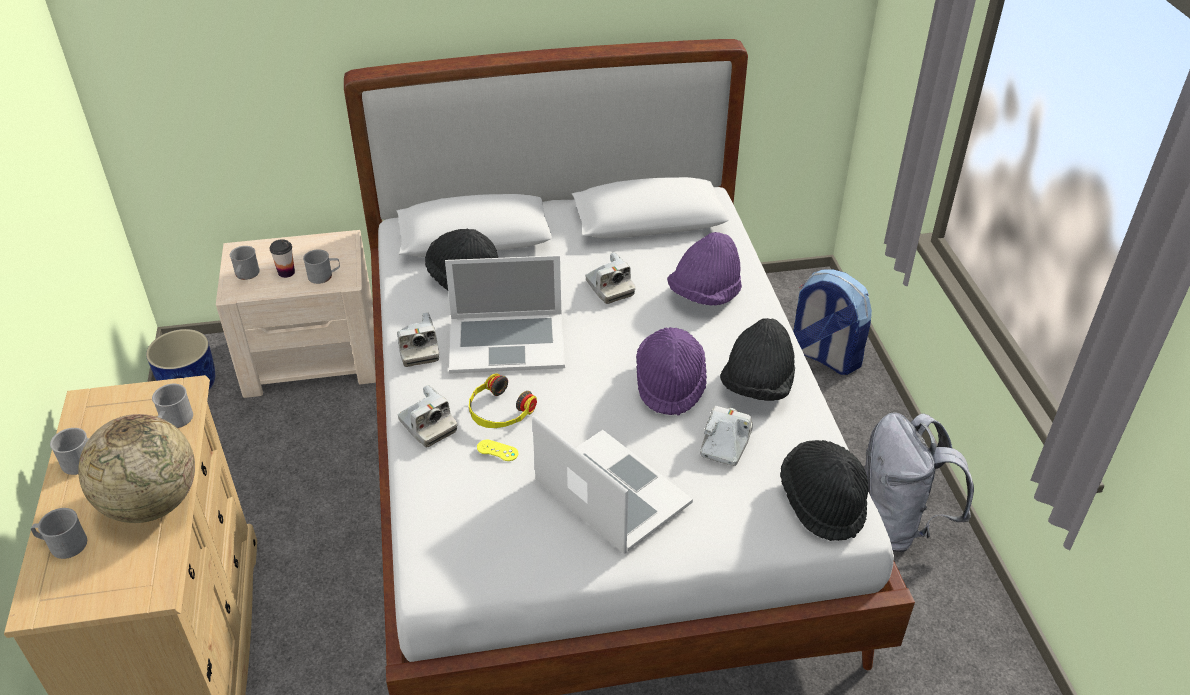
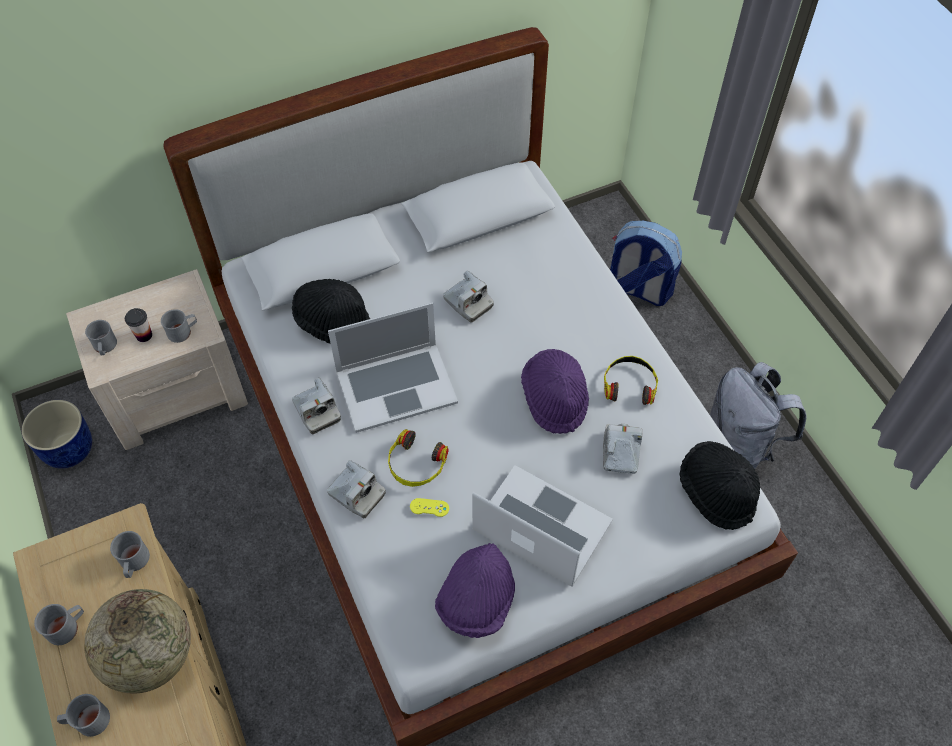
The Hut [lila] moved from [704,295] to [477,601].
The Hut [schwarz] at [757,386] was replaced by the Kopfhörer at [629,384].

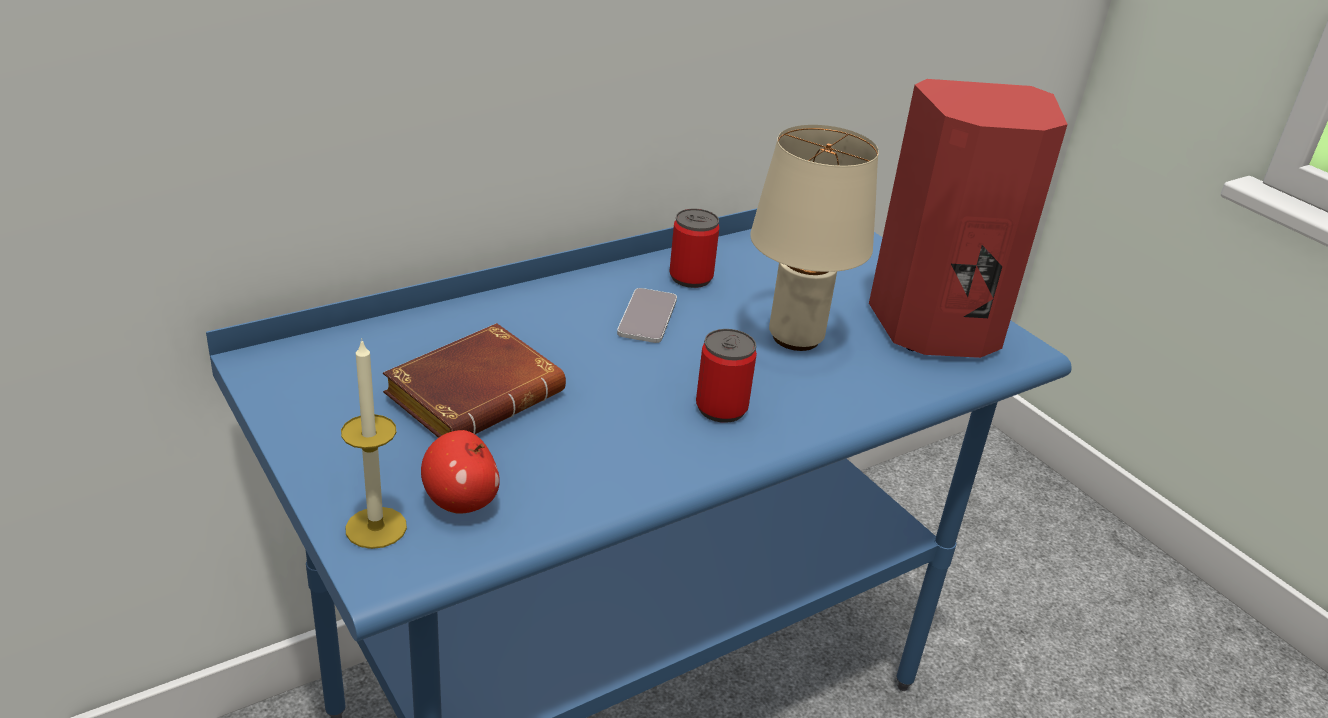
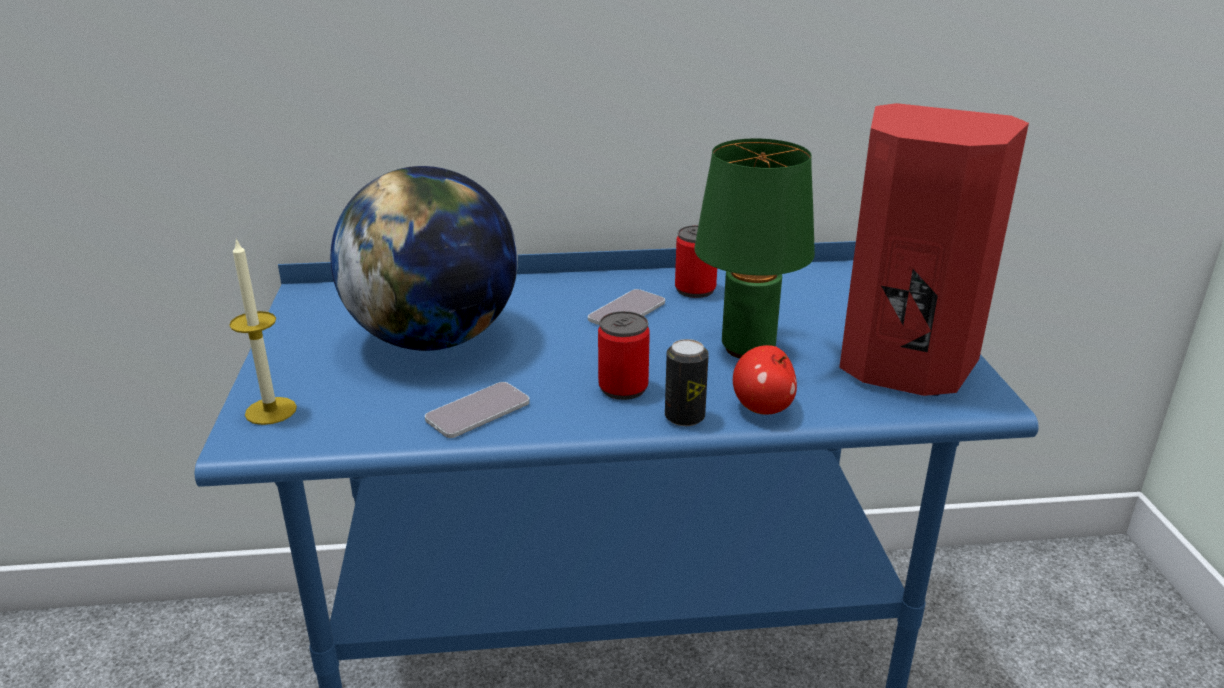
The Buch [braun] at [476,393] was replaced by the Globus at [434,339].
The Handy at [478,411] appeared.
The Dose at [684,417] appeared.
The Tischlampe [beige] at [797,338] became the Tischlampe [grün] at [748,349].
The Apfel moved from [461,502] to [762,407].

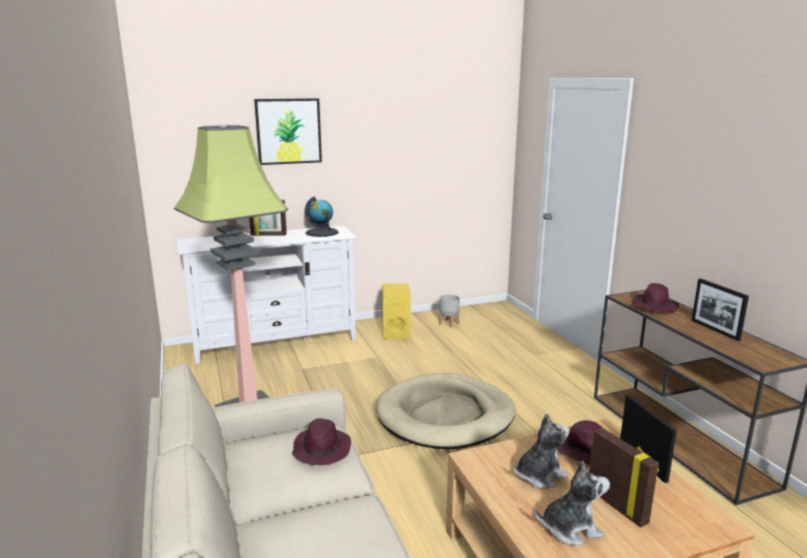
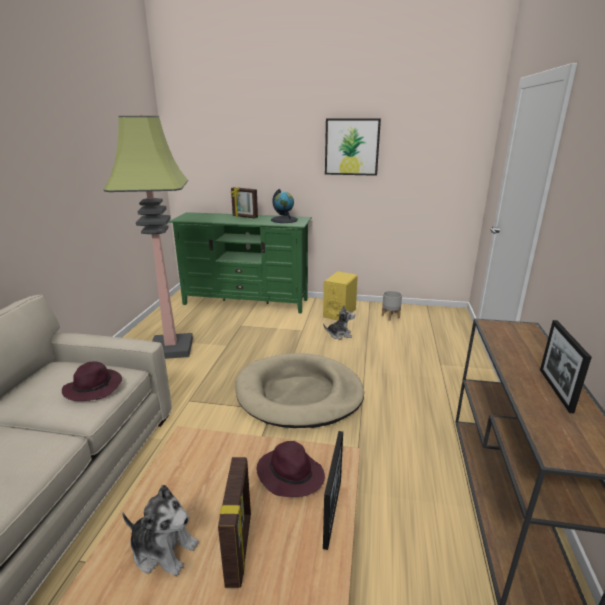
The Fernsehschrank [weiß] at [275,342] became the Fernsehschrank [grün] at [246,301].
The Plüschtier moved from [539,476] to [339,334].
The Bild moved from [288,131] to [352,147].
The Hut [lila] at [654,306] disappeared.

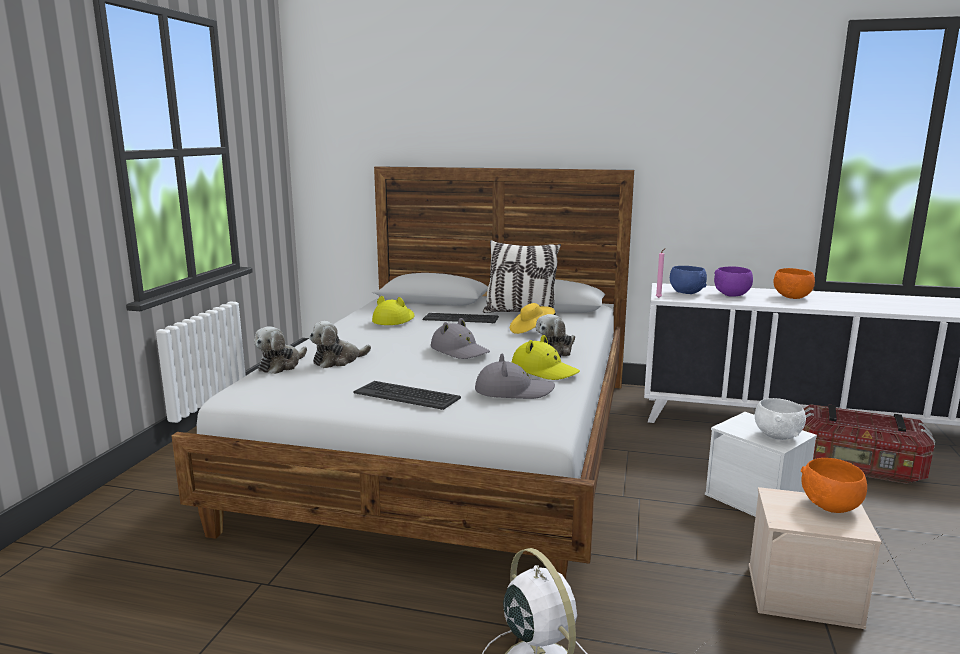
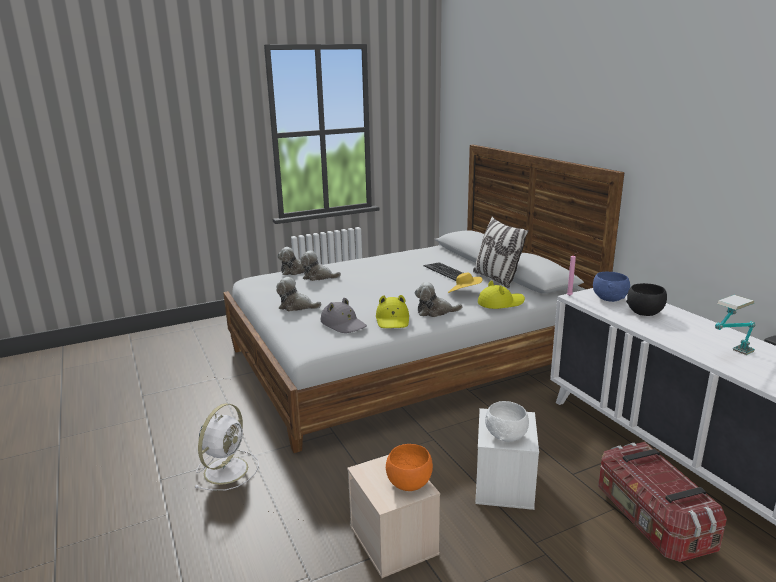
The Tastatur at [407,396] was replaced by the Plüschtier at [296,306].
The Hut [gelb] moved from [394,320] to [500,303].
The Schüssel [lila] at [732,295] became the Schüssel [schwarz] at [644,313].
The Tischlampe at [730,356] appeared.
The Hut [grau] at [460,350] disappeared.
The Schüssel [orange] at [792,297] disappeared.

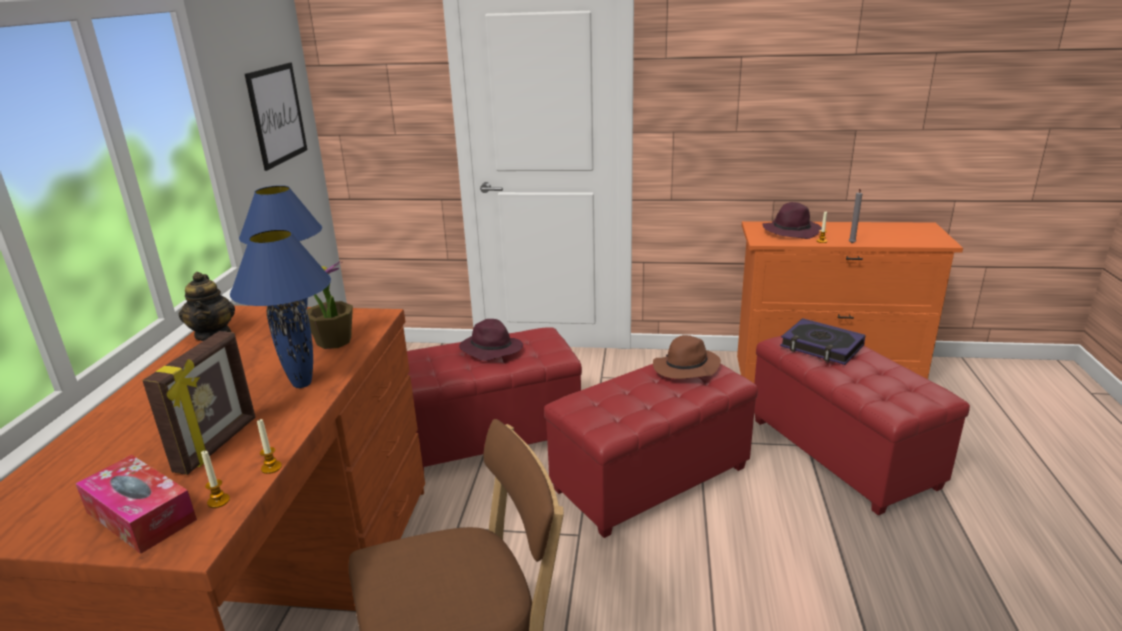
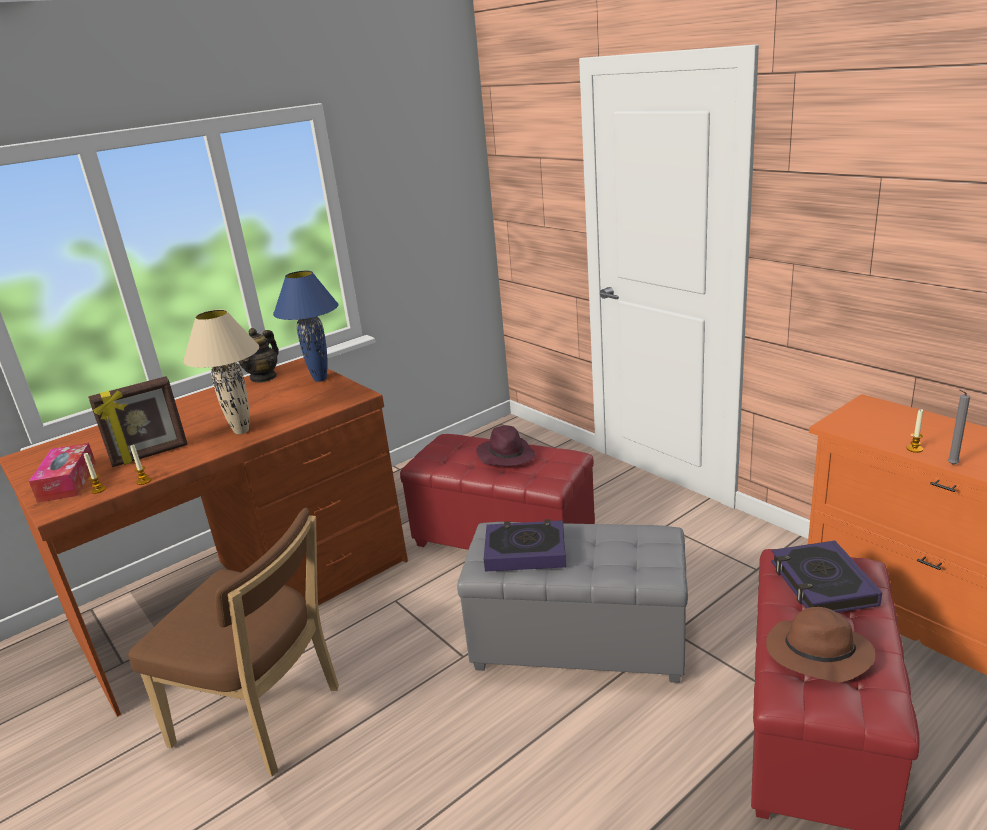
The Tischlampe [blau] at [301,384] became the Tischlampe [beige] at [241,431].
The Polsterhocker [rot] at [649,479] became the Polsterhocker [grau] at [579,643].
The Buch at [525,551] appeared.
The Hut [braun] moved from [685,368] to [816,654].
The Bild at [277,115] disappeared.
The Topfpflanze at [334,341] disappeared.
The Hut [lila] at [791,231] disappeared.

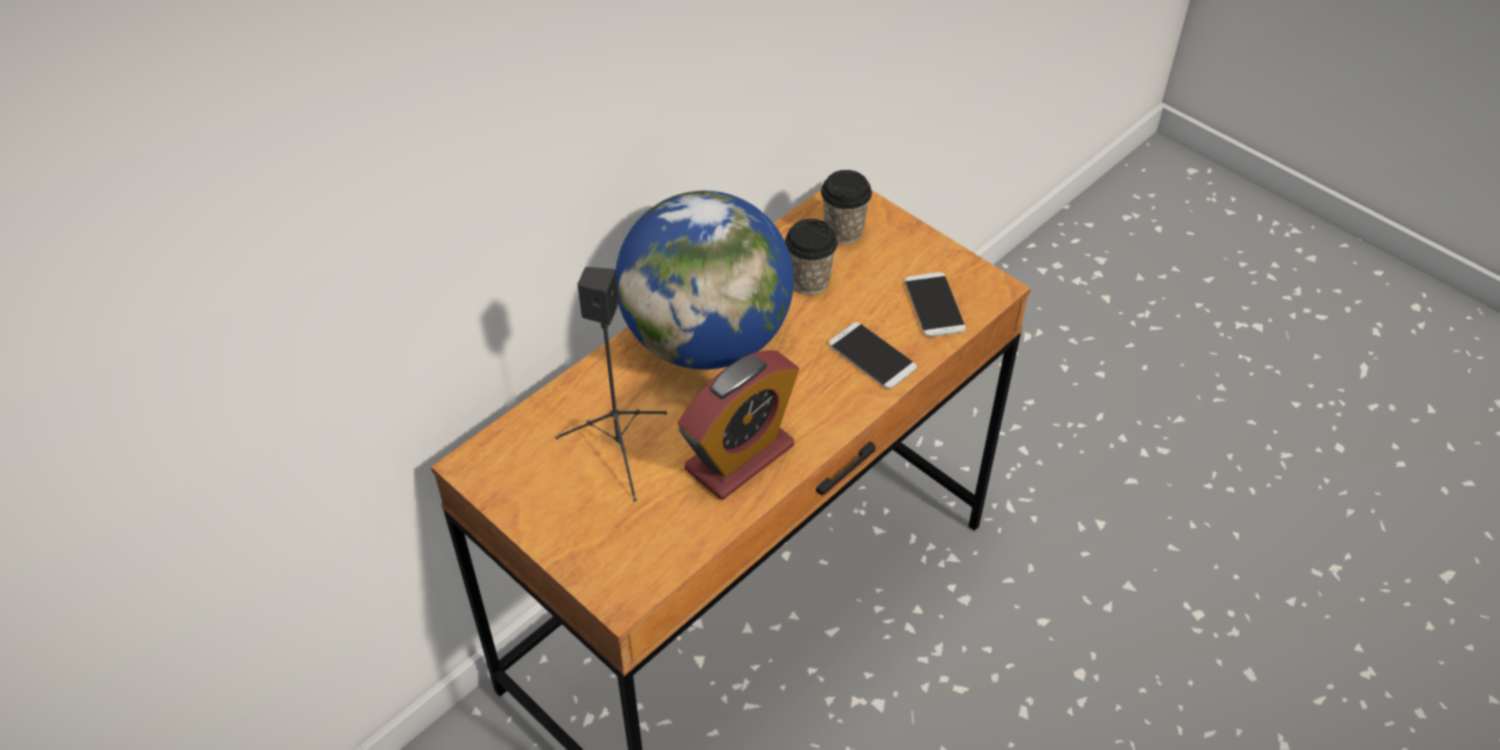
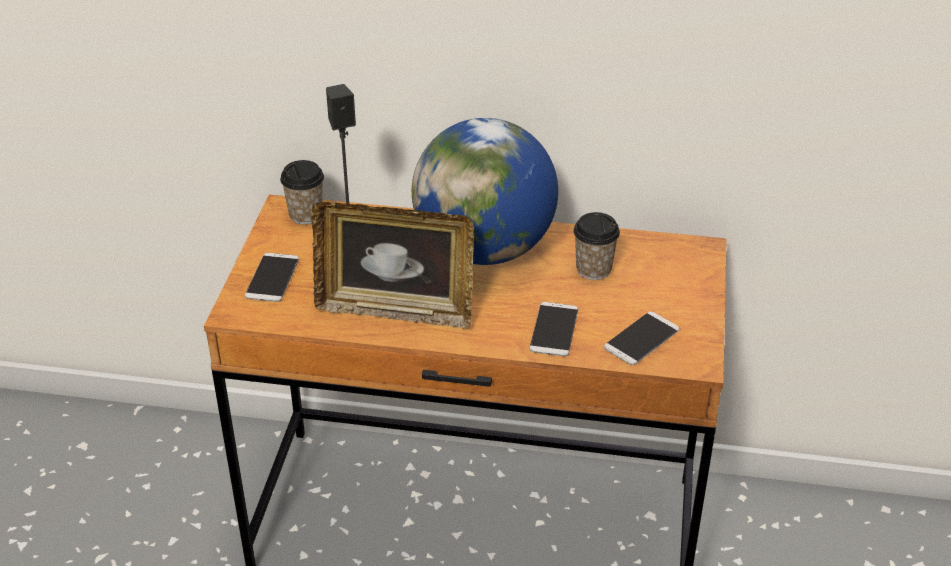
The Handy at [272,278] appeared.
The Tasse moved from [843,231] to [306,215].
The Wecker at [739,457] was replaced by the Bilderrahmen at [395,310].

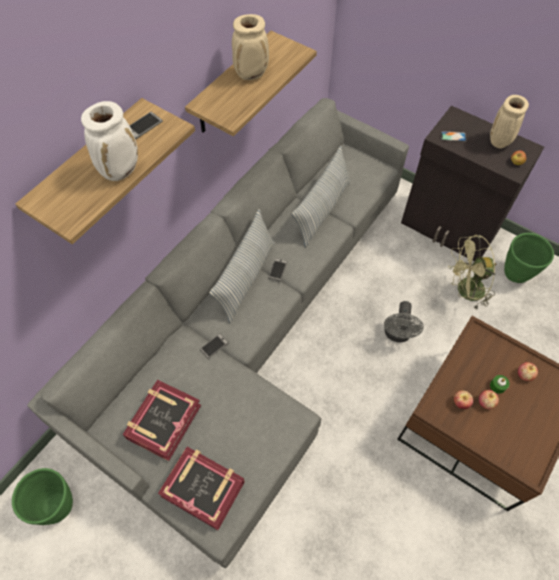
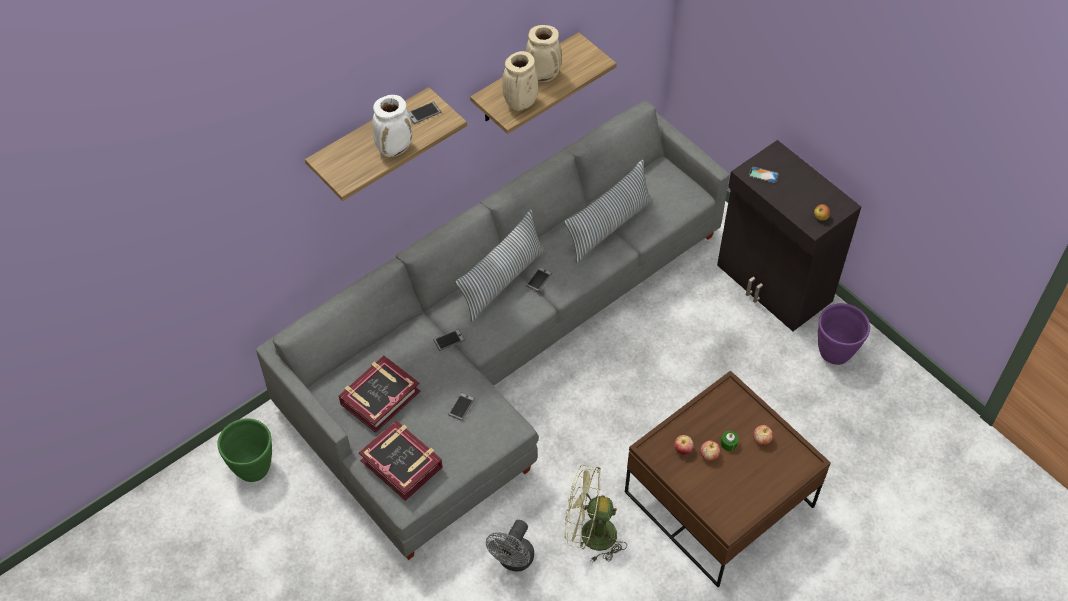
The Handy at [461,406] appeared.
The Ventilator [grau] moved from [397,335] to [513,561].
The Vase [beige] moved from [499,143] to [520,104].
The Ventilator [grün] moved from [465,291] to [589,535].
The Pflanzkübel [grün] at [516,274] became the Pflanzkübel [lila] at [835,353].

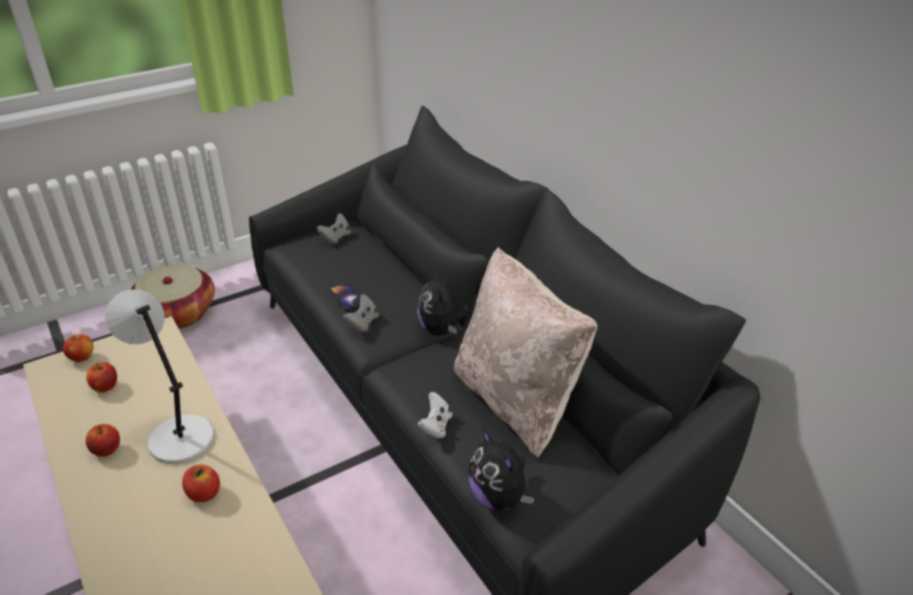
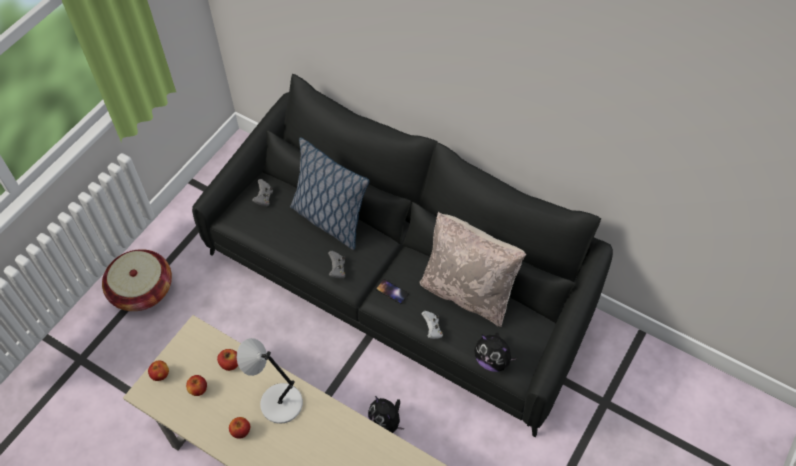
The Apfel moved from [204,494] to [230,364].
The Kissen at [329,219] appeared.
The Plüschtier moved from [441,329] to [386,422].
The Handy moved from [346,297] to [392,291].

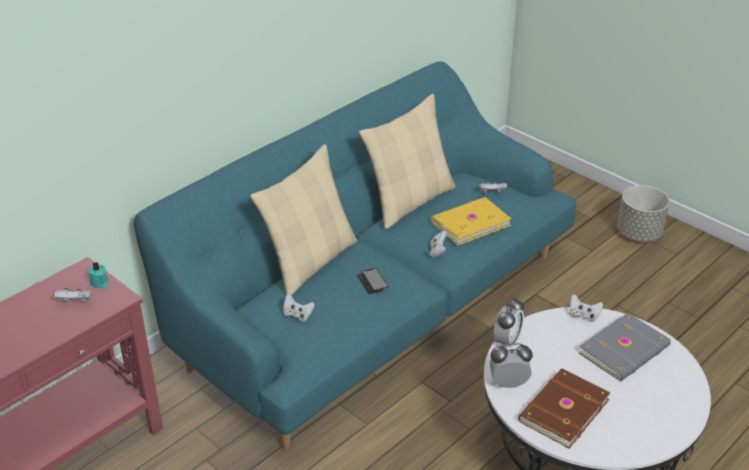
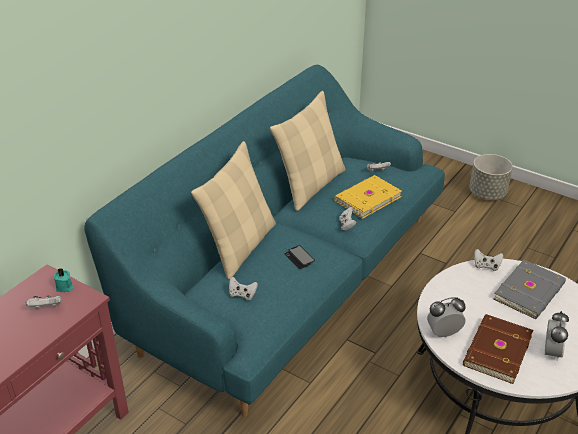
The Wecker moved from [507,341] to [551,352].

